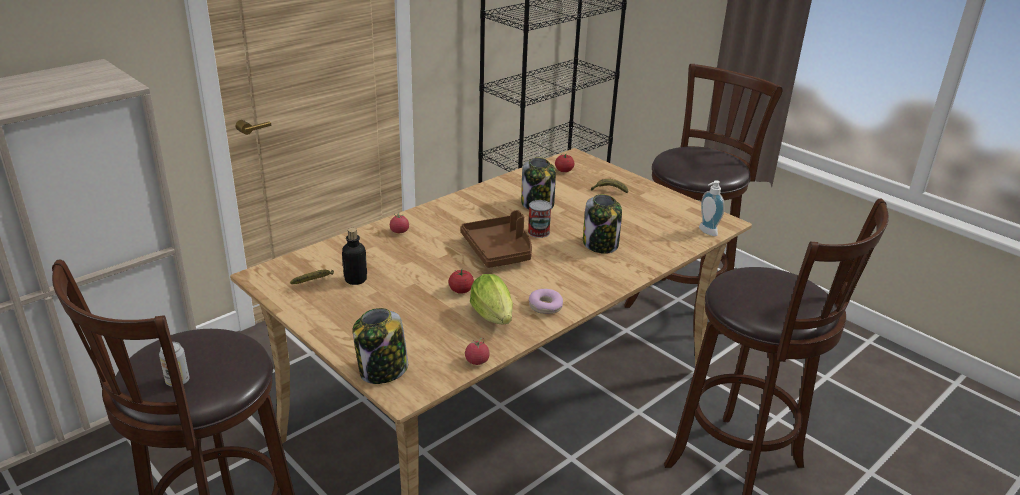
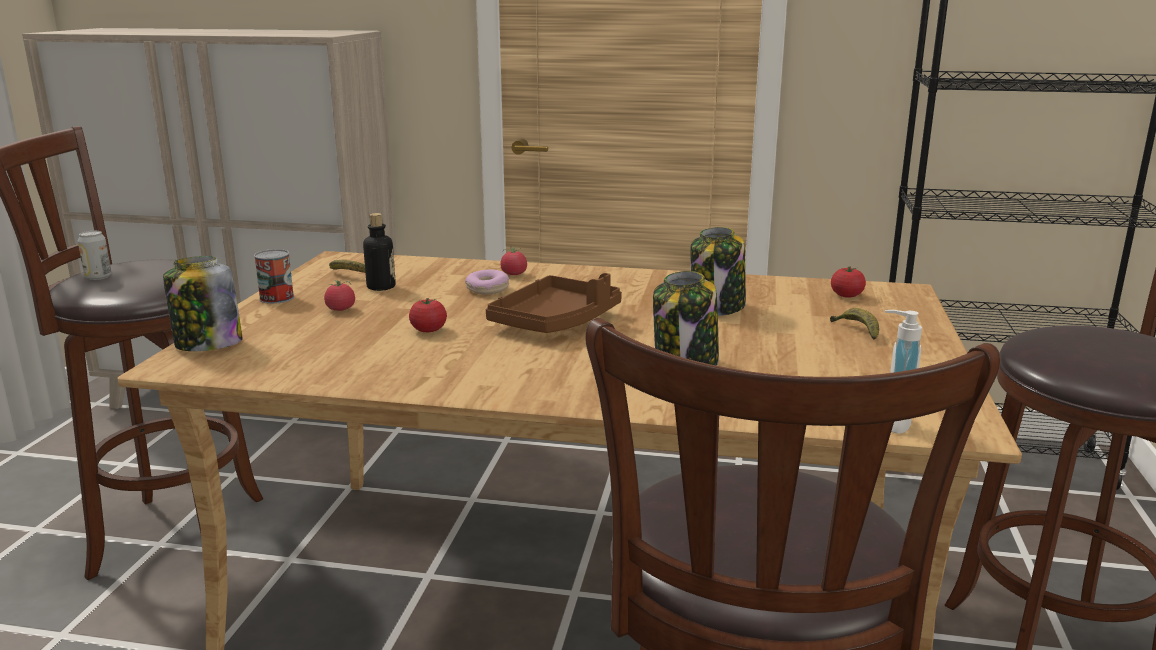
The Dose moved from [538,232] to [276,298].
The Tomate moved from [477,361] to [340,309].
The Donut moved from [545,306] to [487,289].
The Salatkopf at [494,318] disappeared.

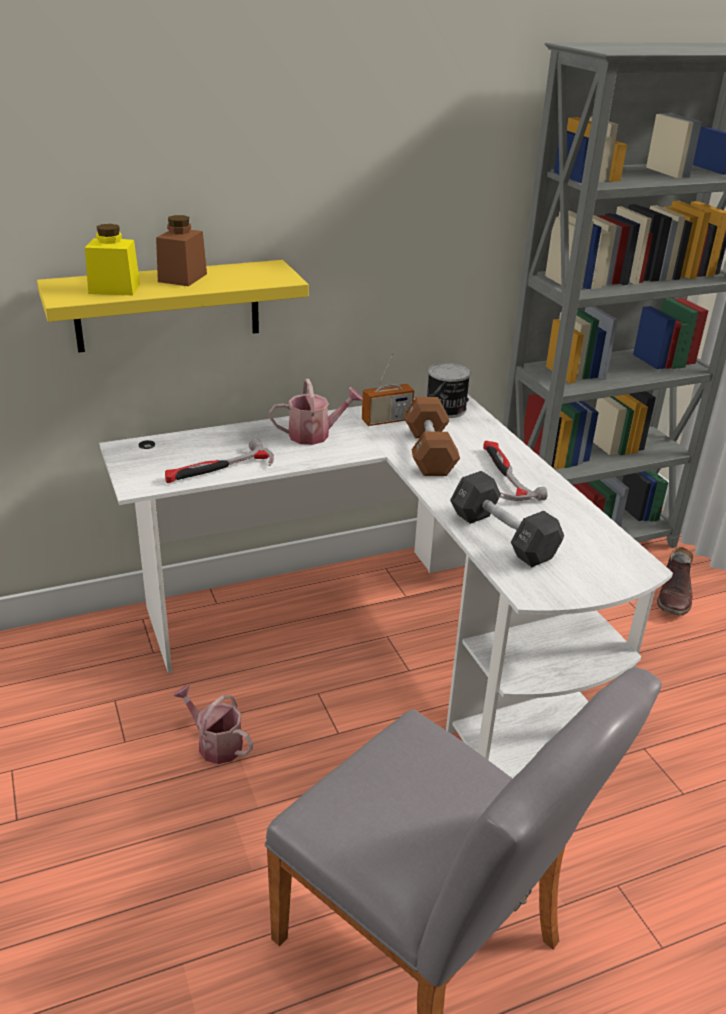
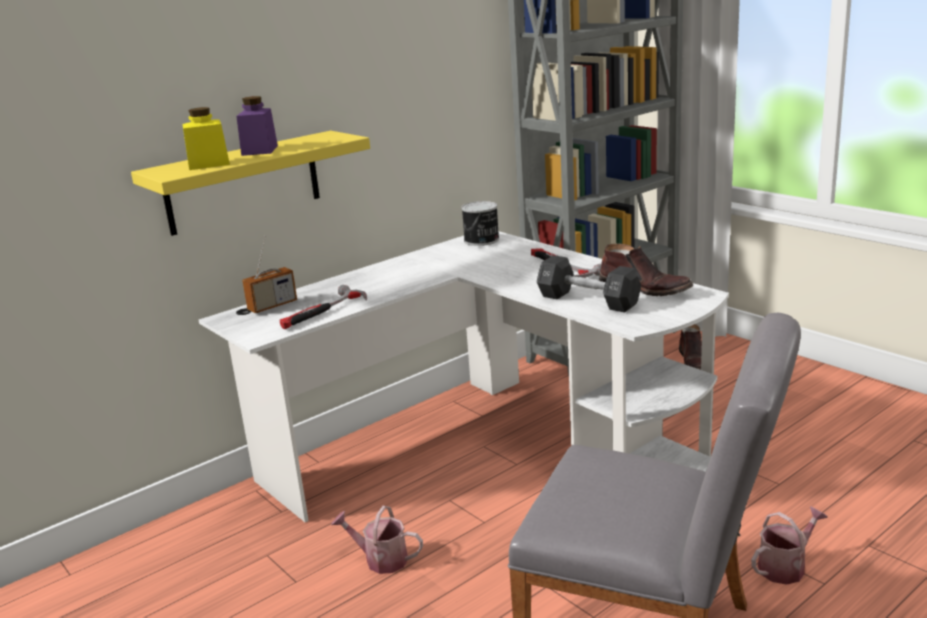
The Vorratsglas [braun] at [182,278] became the Vorratsglas [lila] at [259,150].
The Radio moved from [386,420] to [272,306].
The Stiefel [braun] at [645,288] appeared.
The Gießkanne moved from [315,434] to [785,566].
The Hantel [braun] at [429,452] disappeared.

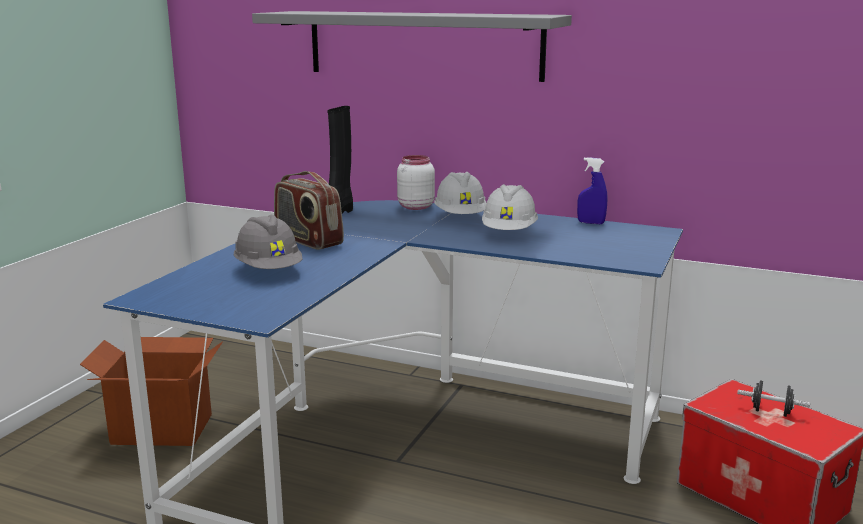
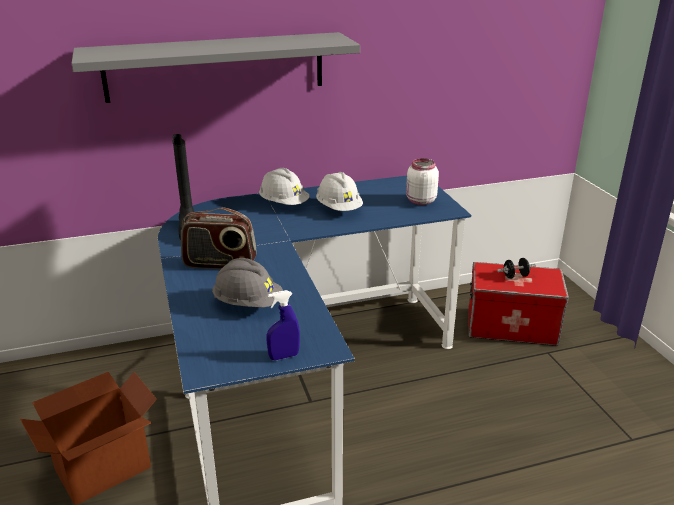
The Sprühflasche [blau] moved from [591,223] to [284,356].
The Vorratsglas [weiß] moved from [414,206] to [420,201].

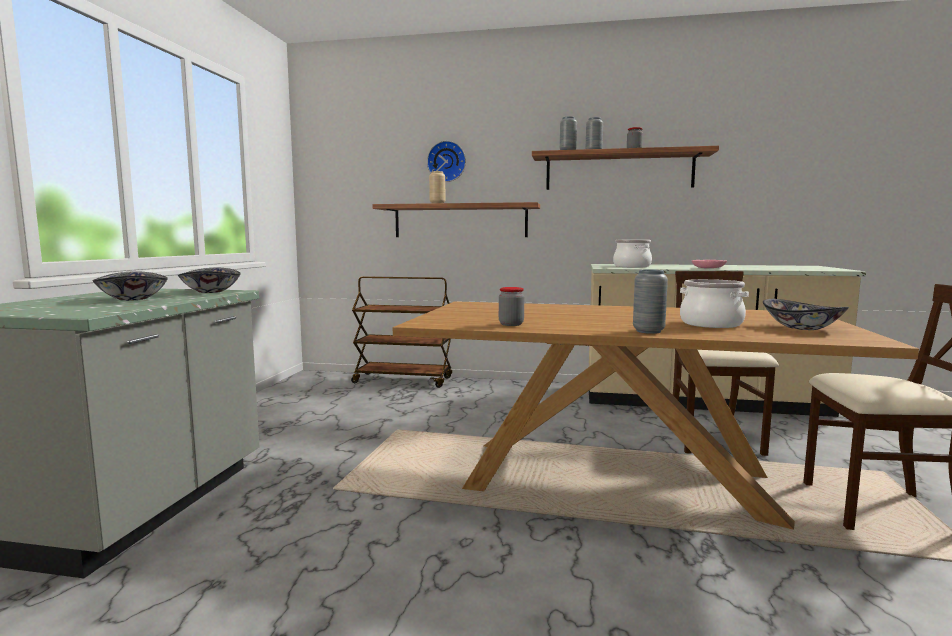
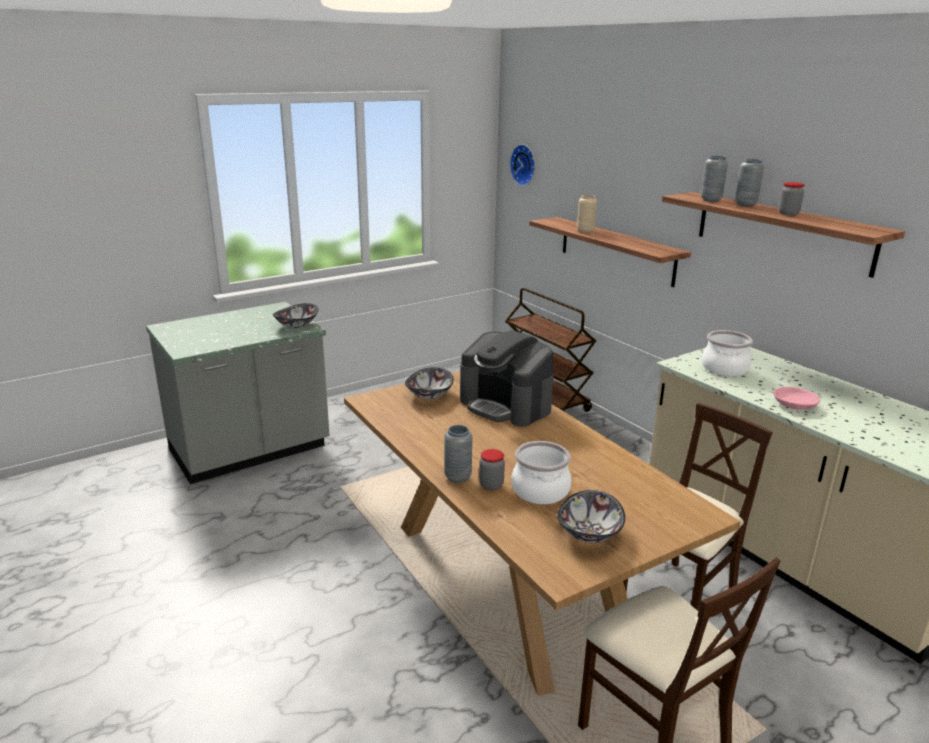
The Schüssel moved from [134,299] to [430,395].
The Kaffeemaschine at [506,405] appeared.
The Vorratsglas moved from [511,324] to [491,485].
The Wanduhr moved from [447,161] to [525,165].

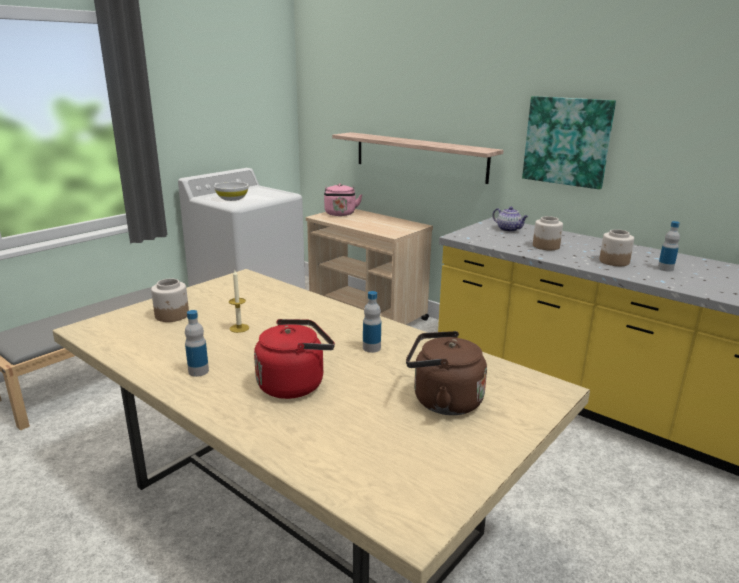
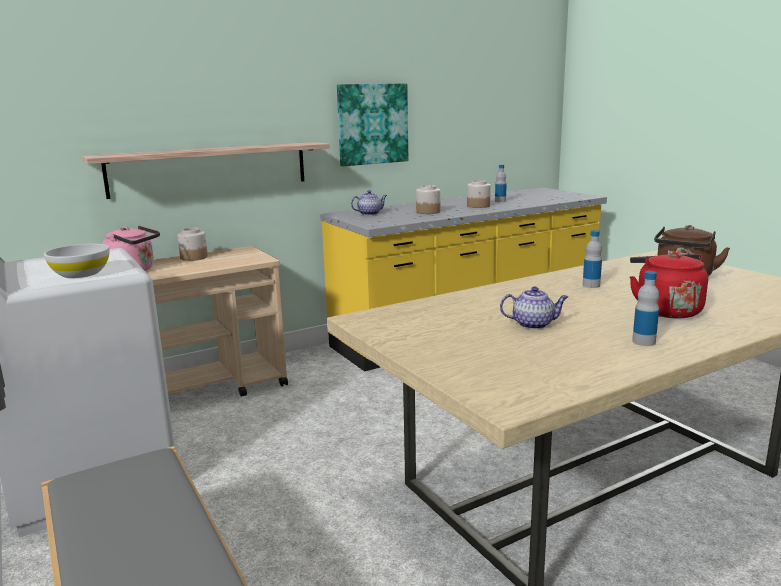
The Vorratsglas moved from [172,315] to [194,257].
The Kerze at [239,328] was replaced by the Teekanne at [533,324].

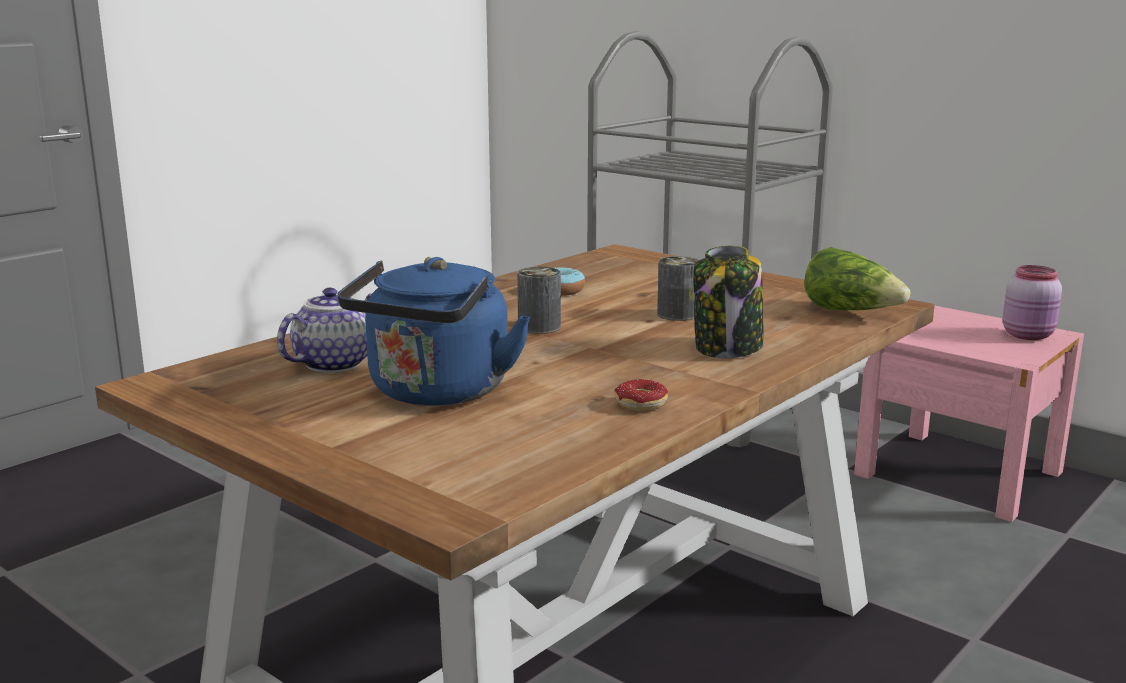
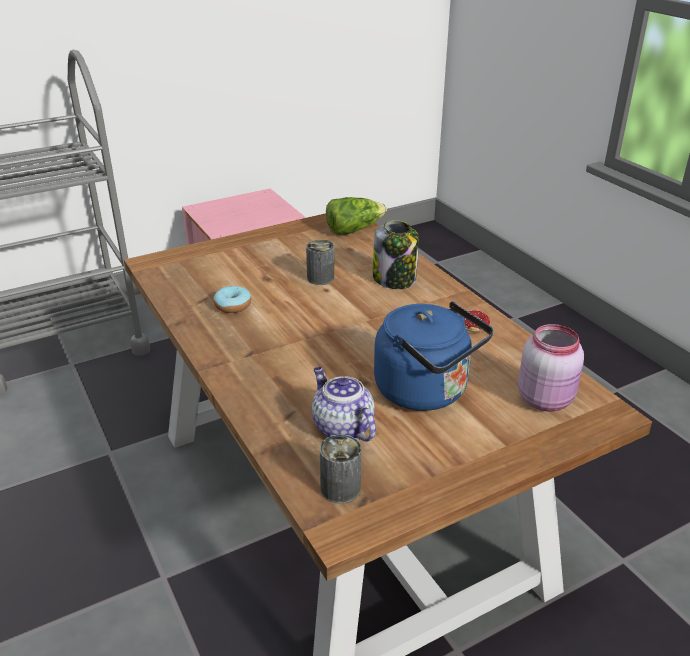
The Dose moved from [539,327] to [340,488].
The Vorratsglas [rosa] moved from [1029,335] to [546,399].

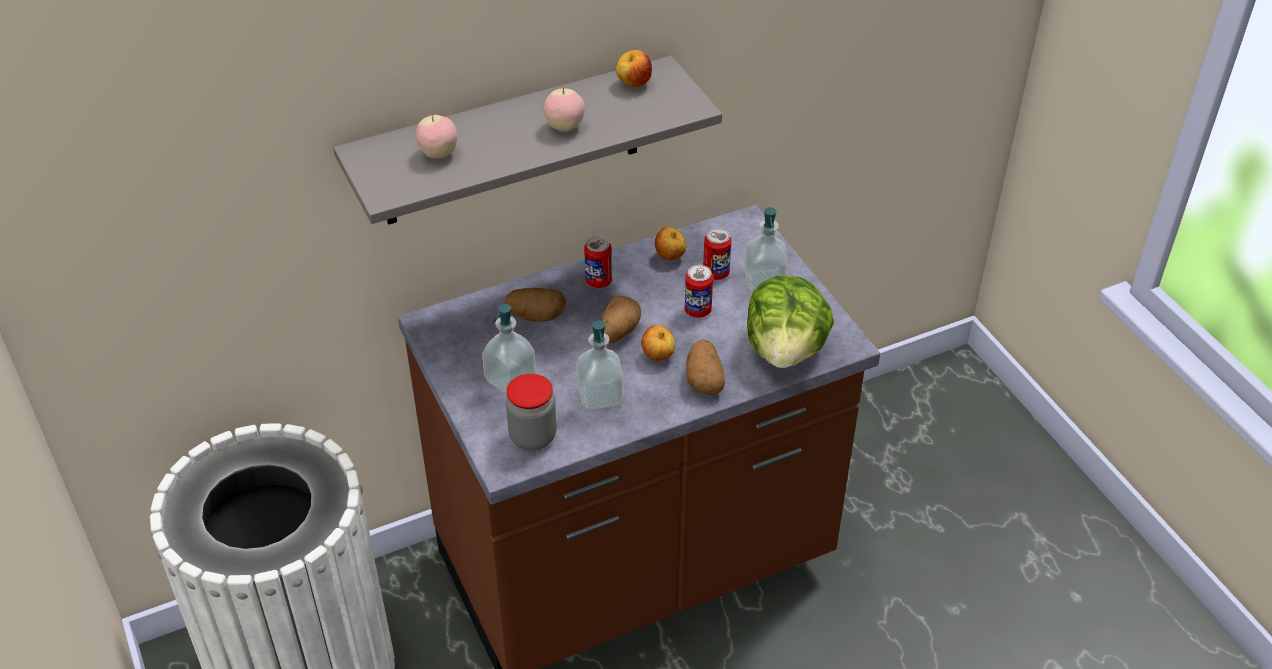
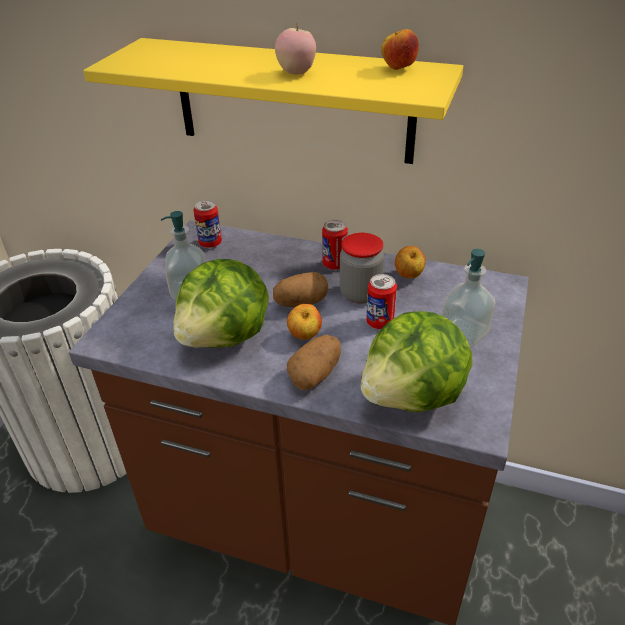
The Wandregal [grau] at [511,143] became the Wandregal [gelb] at [293,101].
The Seifenspender at [600,396] was replaced by the Salatkopf at [226,337].
The Dose moved from [716,273] to [210,243].
The Vorratsglas moved from [533,436] to [360,294].
The Apfel at [438,154] disappeared.
The Kartoffel at [535,316] disappeared.

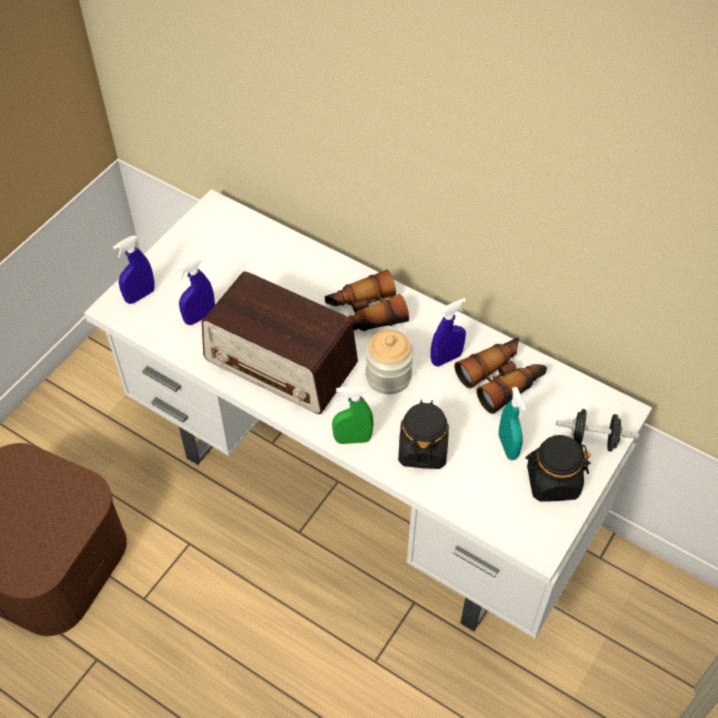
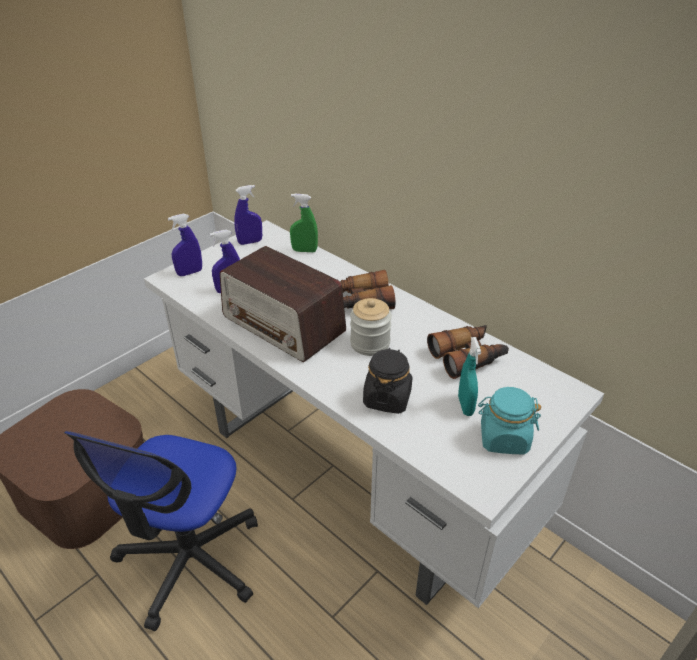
The Bürostuhl at [190,560] appeared.
The Sprühflasche [blau] moved from [446,358] to [250,242].
The Sprühflasche [grün] moved from [352,439] to [304,250].
The Vorratsglas [schwarz] at [552,482] became the Vorratsglas [türkis] at [503,438].
The Hantel [schwarz] at [593,440] disappeared.

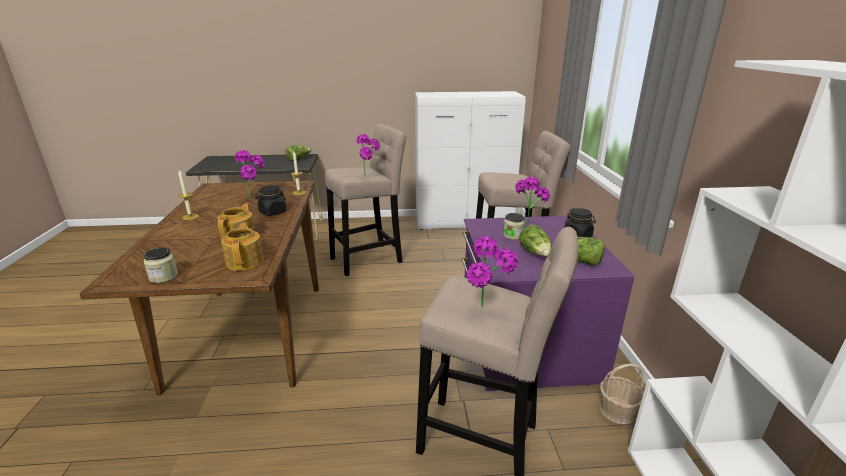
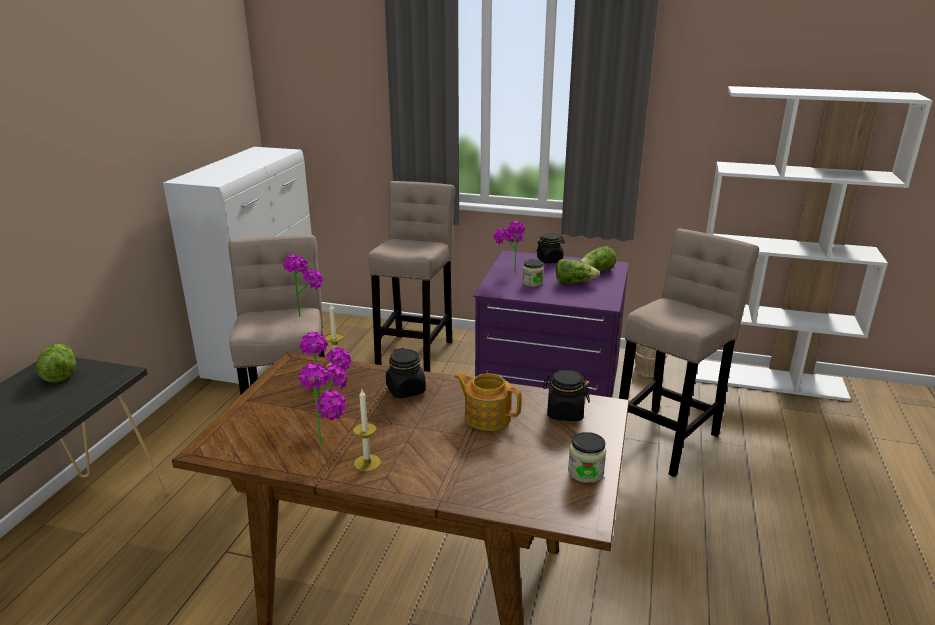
The Topfpflanze moved from [488,311] to [332,442].
The Teekanne at [245,261] was replaced by the Vorratsglas [schwarz] at [564,412].

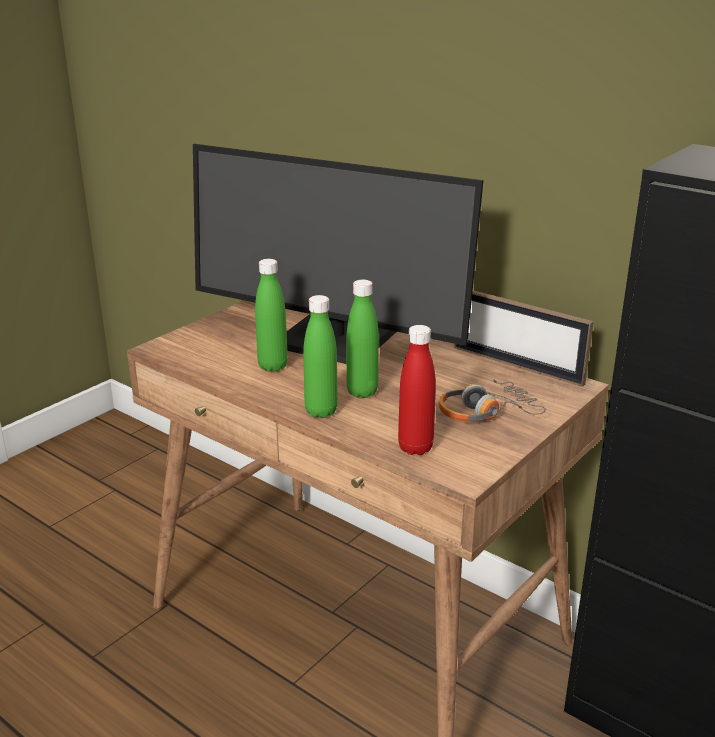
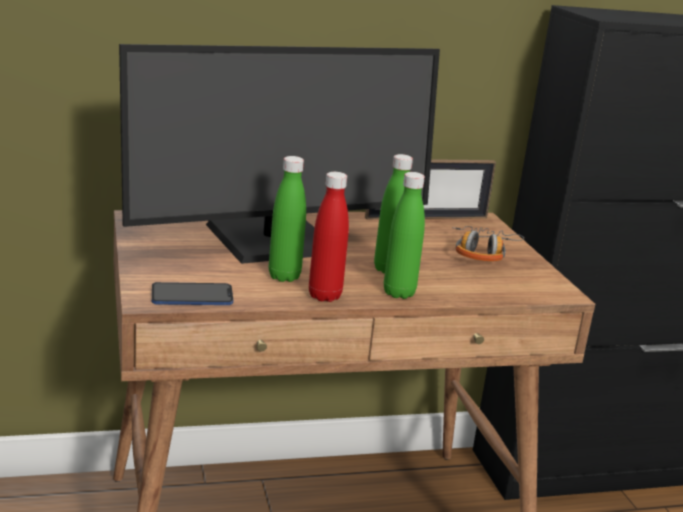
The Handy at [192,296] appeared.
The Flasche [rot] moved from [415,448] to [324,296].

